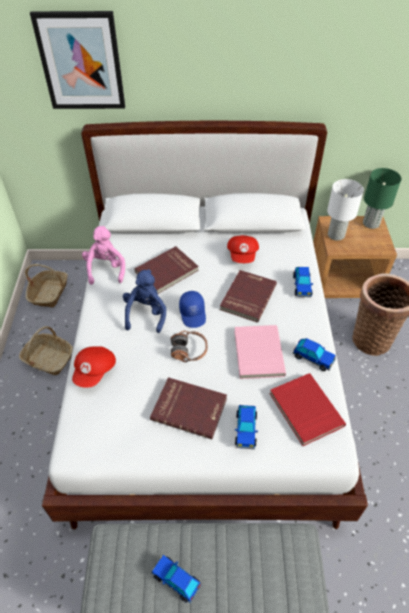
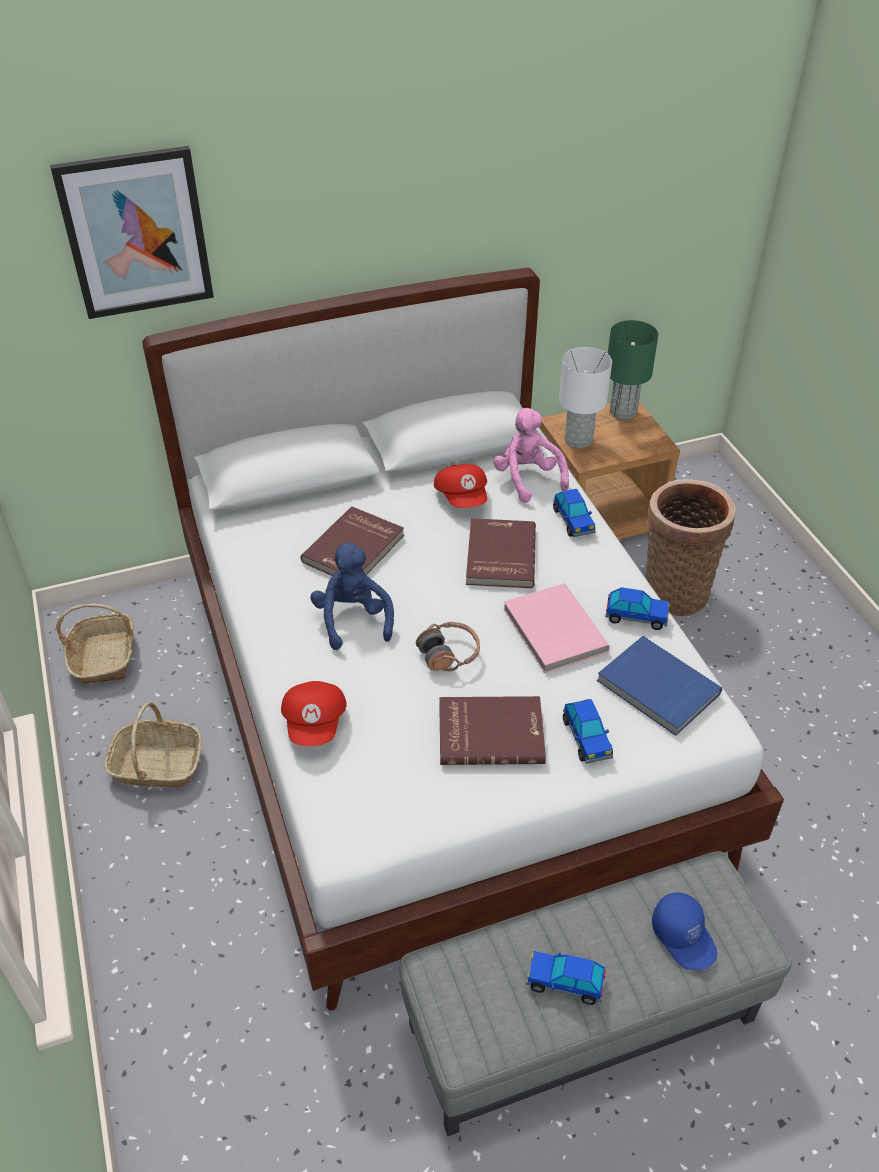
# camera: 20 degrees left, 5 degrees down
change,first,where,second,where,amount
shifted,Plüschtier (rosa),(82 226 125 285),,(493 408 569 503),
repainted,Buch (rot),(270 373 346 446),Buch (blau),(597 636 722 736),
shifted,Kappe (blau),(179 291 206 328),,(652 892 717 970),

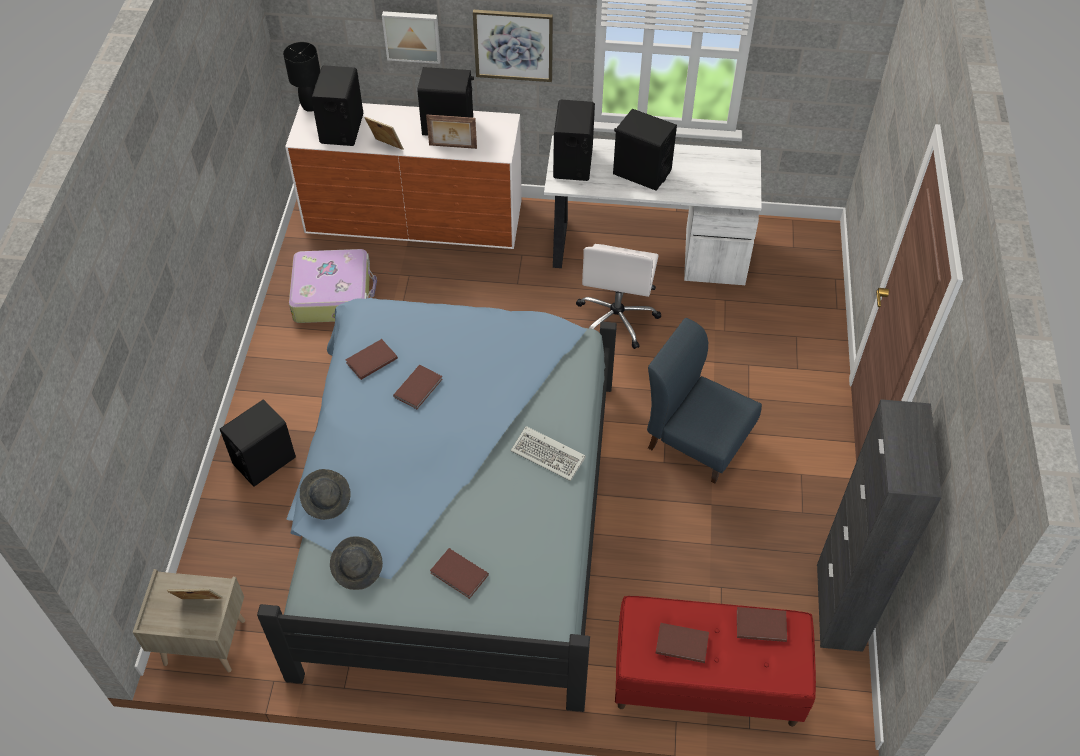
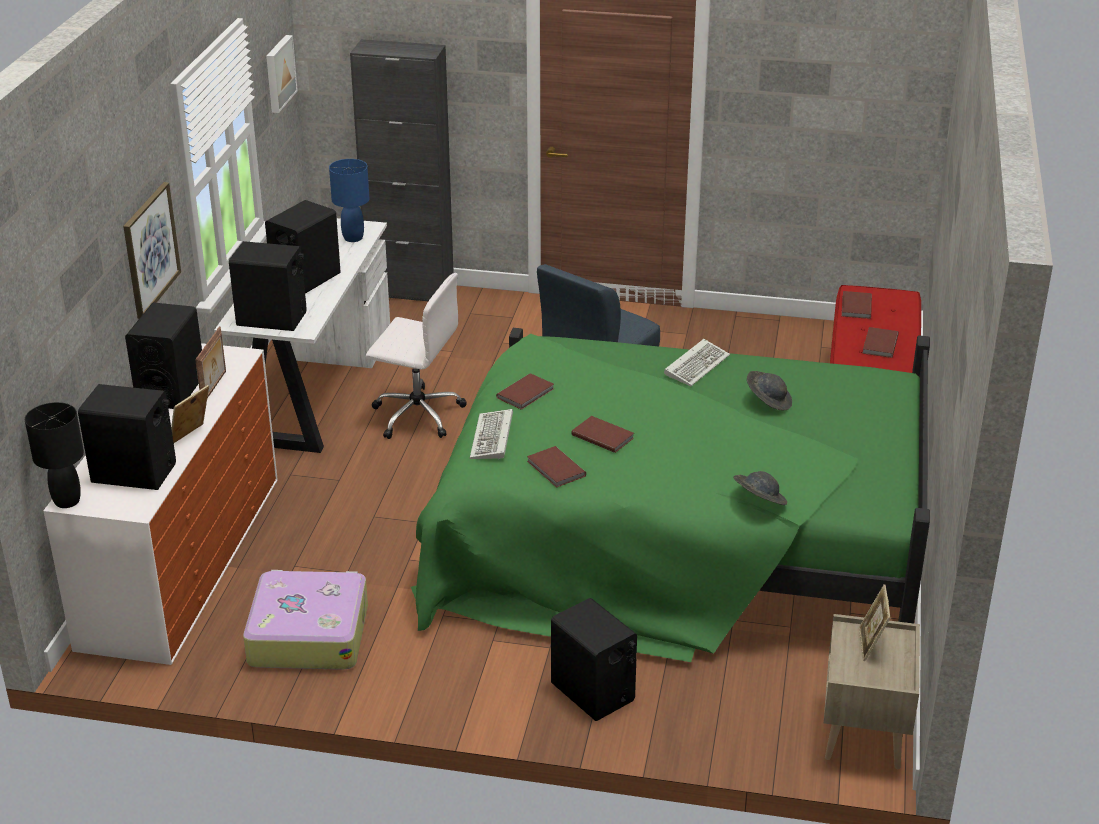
# camera: 85 degrees left, 20 degrees down
change,first,where,second,where,amount
shifted,Bild,(382 11 441 64),,(266 35 298 113),
new,,,Tischlampe (blau),(329 159 370 242),
shifted,Schrank (schwarz),(817 399 942 652),,(350 39 454 301),
repainted,Bett (blau),(257 298 617 712),Bett (grün),(411 328 930 662),
new,,,Tastatur,(470 409 513 460),
shifted,Buch (braun),(430 548 489 599),,(496 373 554 410),
shifted,Hut (grau),(330 536 383 590),,(747 371 792 410),

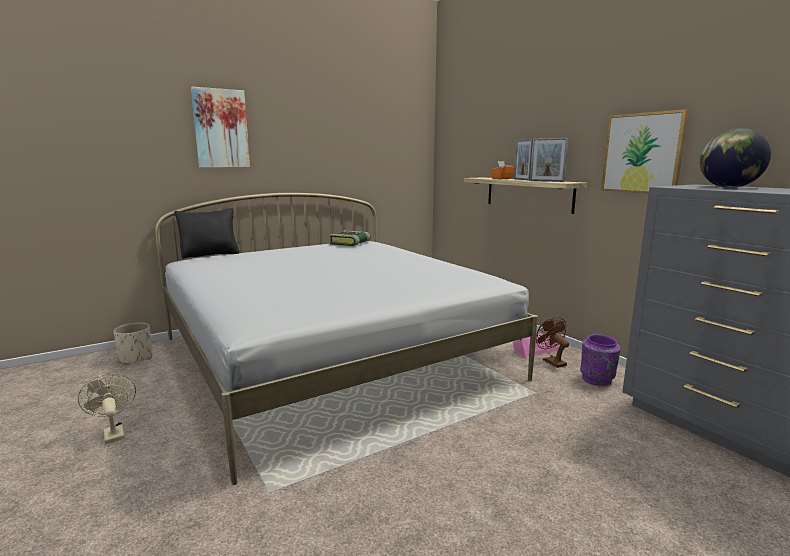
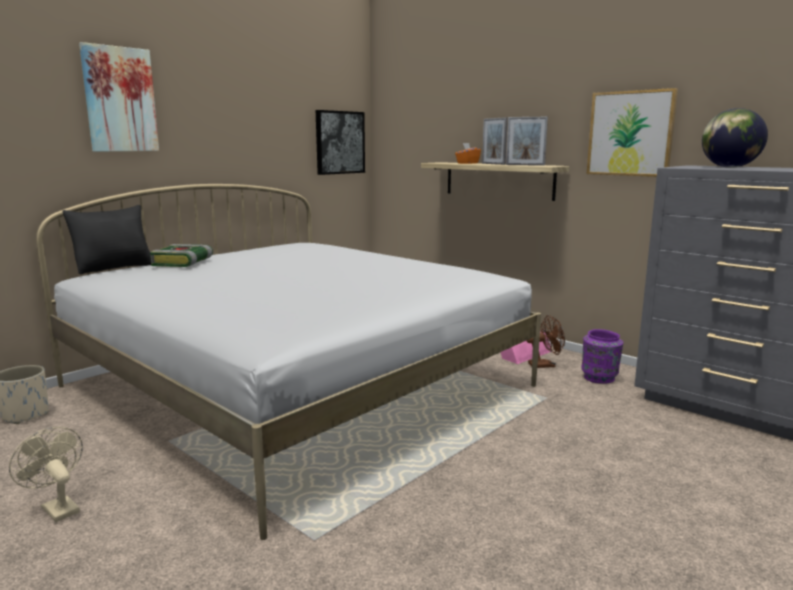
# camera: 15 degrees left, 0 degrees up
change,first,where,second,where,amount
shifted,Buch,(330 230 371 246),,(150 244 213 267),
new,,,Bild,(316 110 365 175),
rotated,Ventilator (braun),(536 317 569 368),,(526 315 565 368),120 degrees clockwise

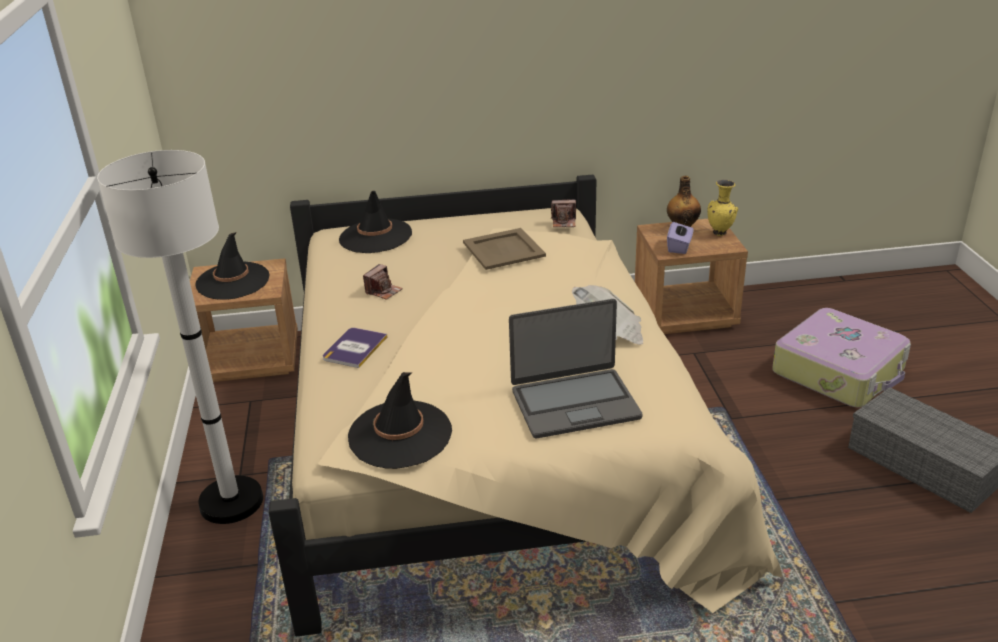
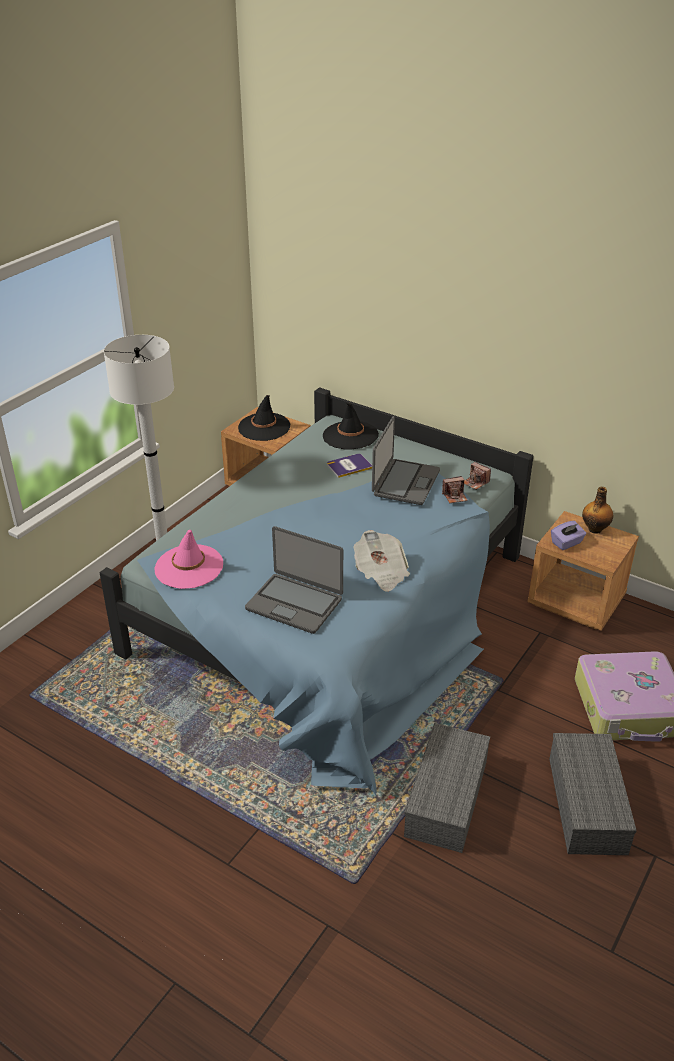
# camera: 40 degrees right, 5 degrees up
change,first,where,second,where,amount
repainted,Bett (beige),(269 175 782 636),Bett (blau),(99 387 533 796),
repainted,Hut (schwarz),(348 372 452 469),Hut (rosa),(155 530 223 589),
shifted,Buch,(323 328 388 368),,(327 454 372 478),
swapped,Tablett (beige),(463 228 546 270),Laptop,(372 416 440 505),
new,,,Aufbewahrungsbox (grau),(404 723 490 853),
shifted,Kamera,(363 264 403 300),,(442 476 468 503),
gone,Vase (gelb),(707 180 738 236),,,

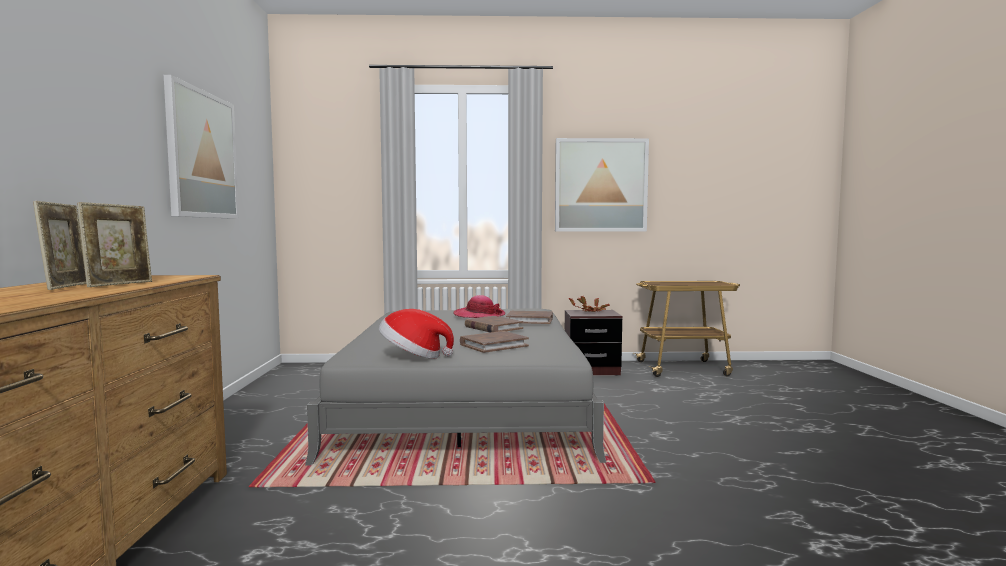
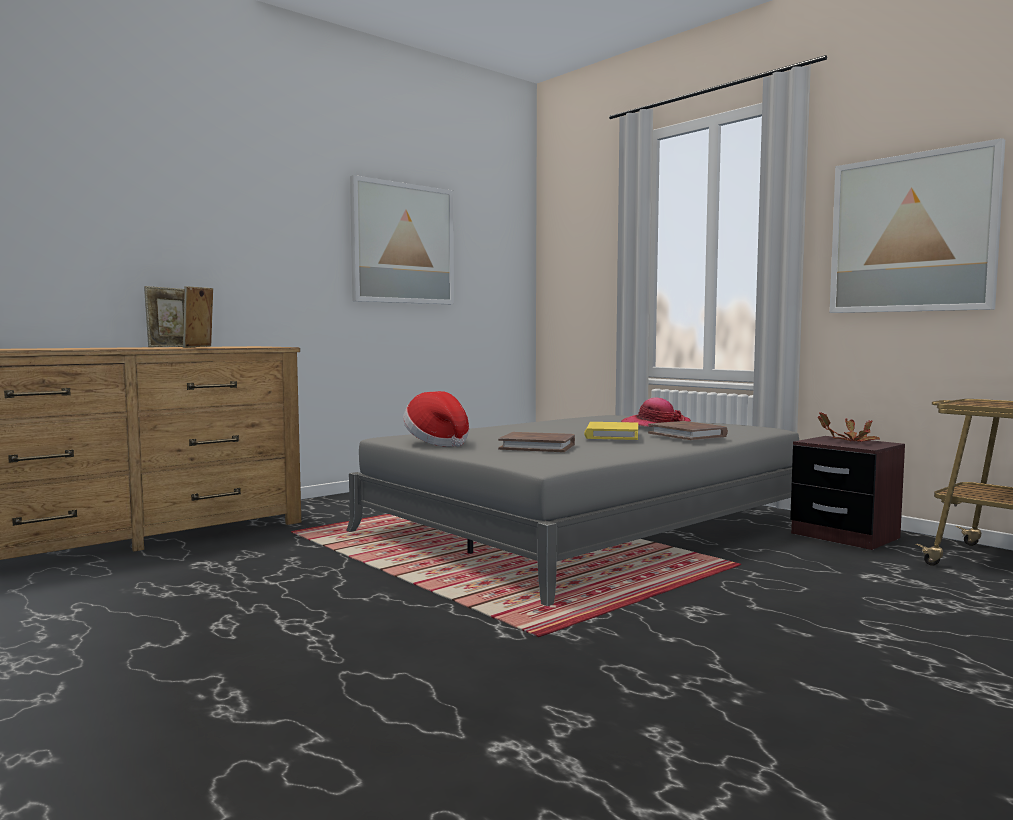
# camera: 50 degrees right, 0 degrees up
change,first,where,second,where,amount
rotated,Bilderrahmen,(77 202 152 287),,(183 286 213 348),120 degrees clockwise
repainted,Buch (braun),(465 316 523 333),Buch (gelb),(584 422 638 440),

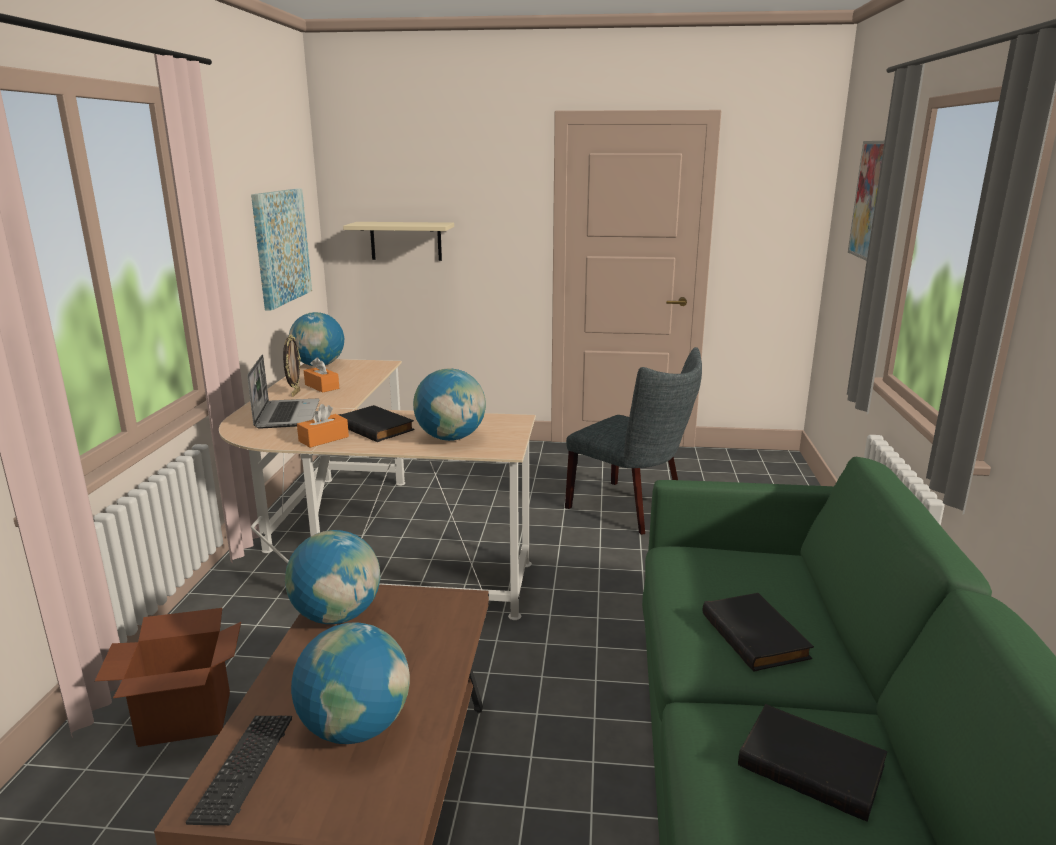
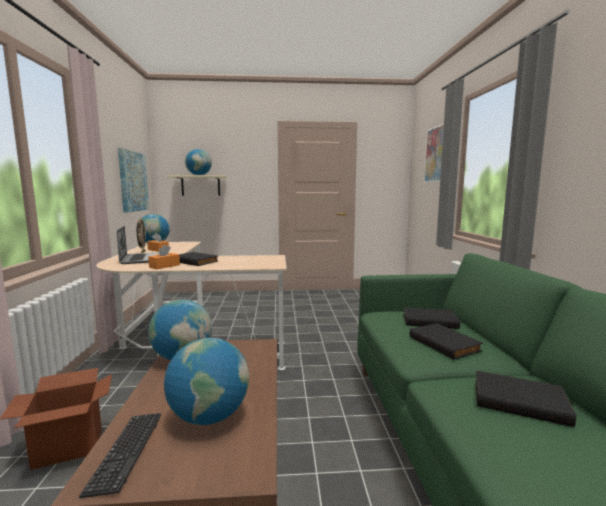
# camera: 10 degrees left, 10 degrees down
change,first,where,second,where,amount
shifted,Globus,(413 368 486 441),,(185 149 212 175),
new,,,Buch (schwarz),(403 307 460 329),
gone,Stuhl (grau),(565 347 702 535),,,

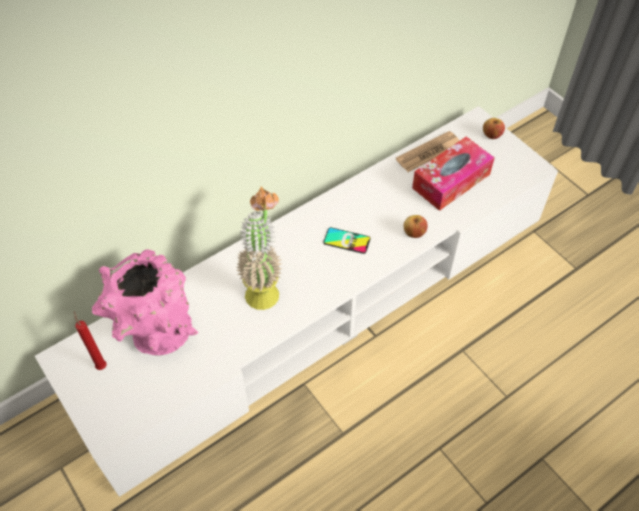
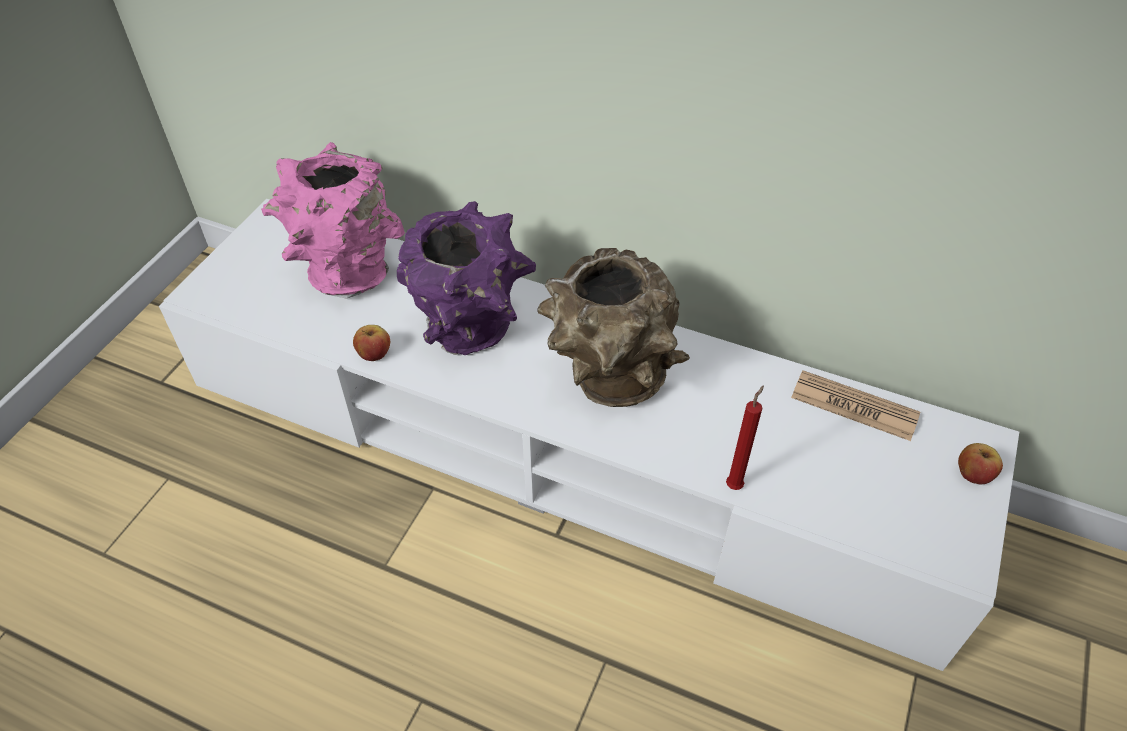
# camera: 60 degrees right, 5 degrees down
change,first,where,second,where,amount
shifted,Apfel,(403 215 427 238),,(353 325 390 361),
swapped,Topfpflanze,(236 187 282 310),Vase (lila),(397 201 536 355),
swapped,Handy,(323 227 371 254),Vase (braun),(537 248 690 407),
shifted,Kerze (rot),(74 312 107 370),,(726 385 764 490),
gone,Taschentuchbox,(412 137 495 211),,,

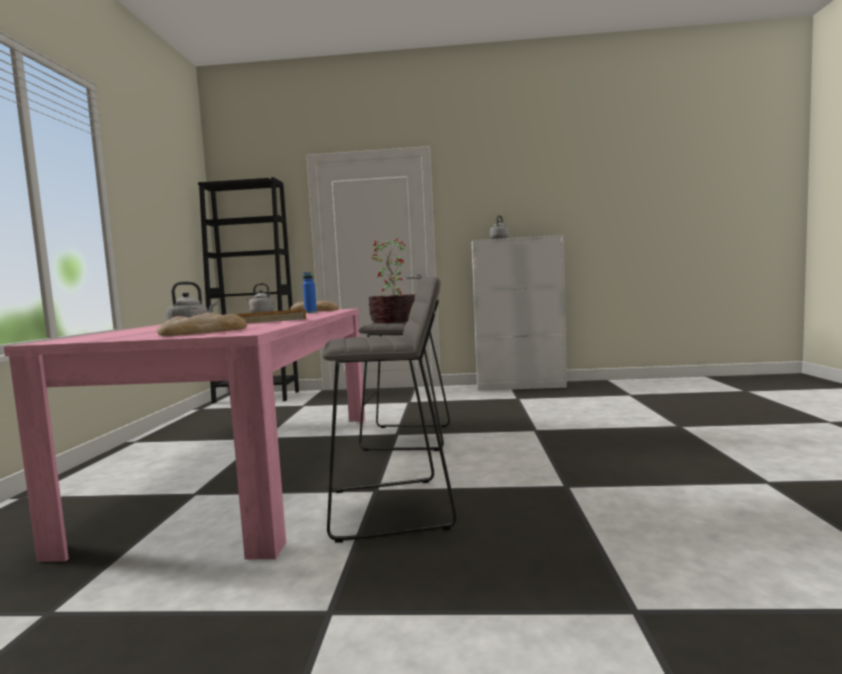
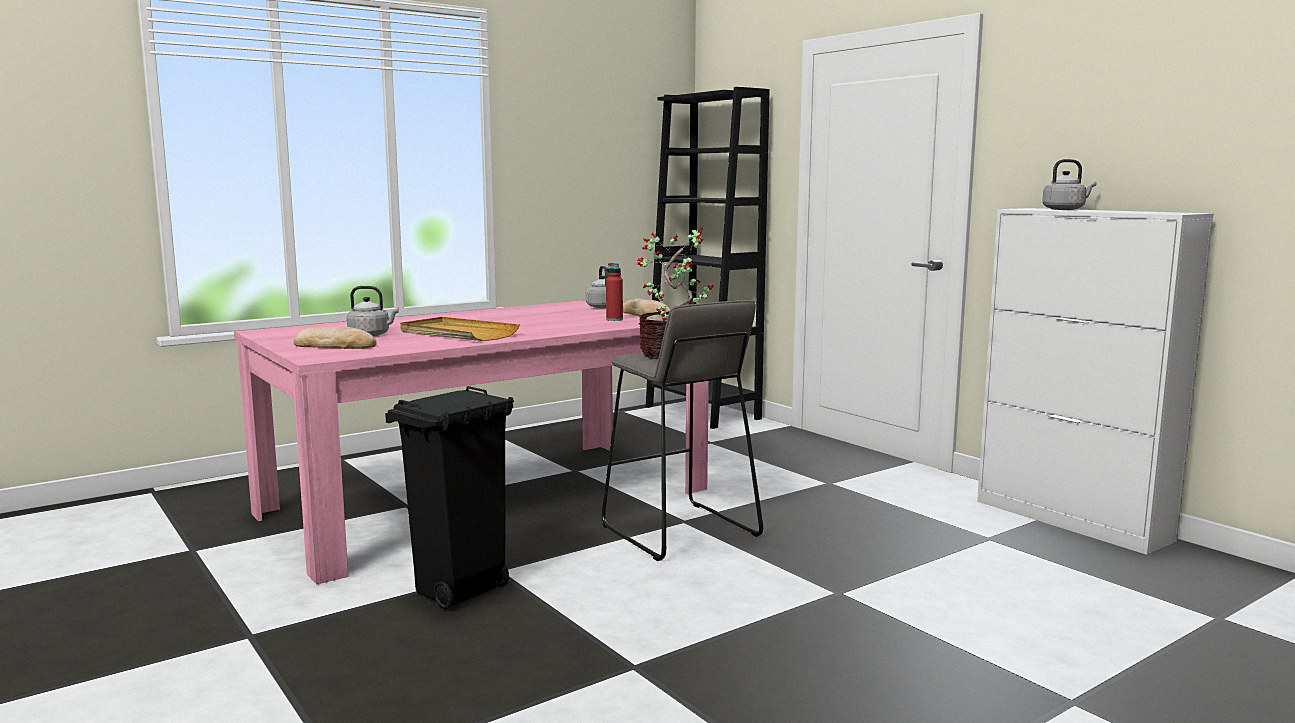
# camera: 50 degrees right, 5 degrees up
change,first,where,second,where,amount
swapped,Hocker (grau),(323 277 457 543),Mülleimer (schwarz),(385 386 514 609),
repainted,Flasche (blau),(303 272 317 313),Flasche (rot),(606 263 623 321),

